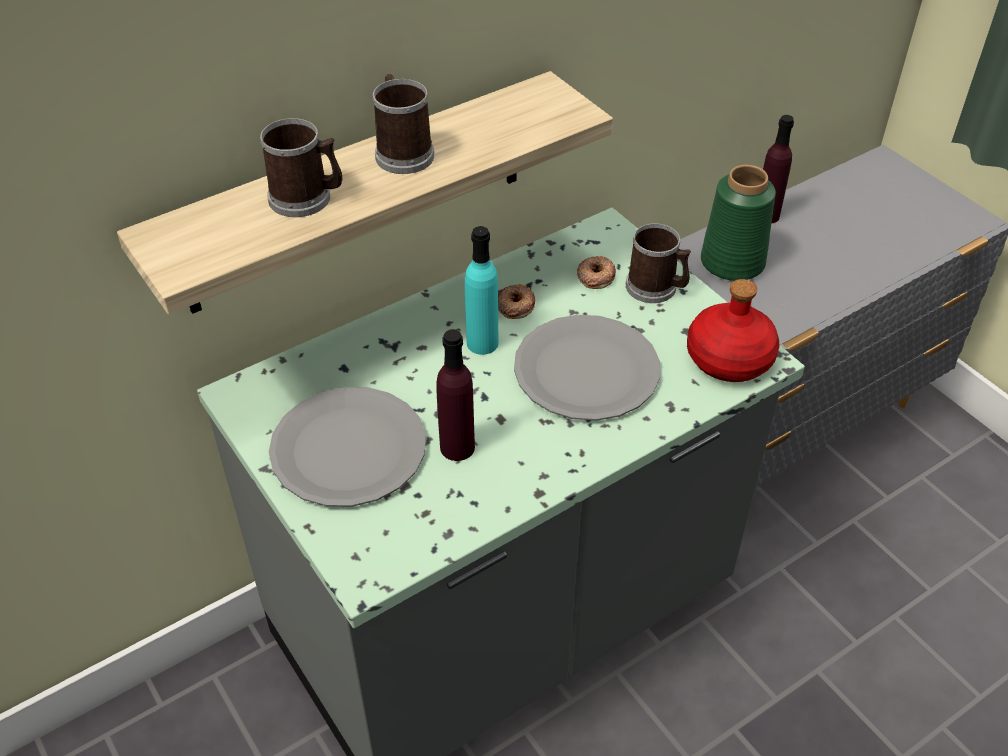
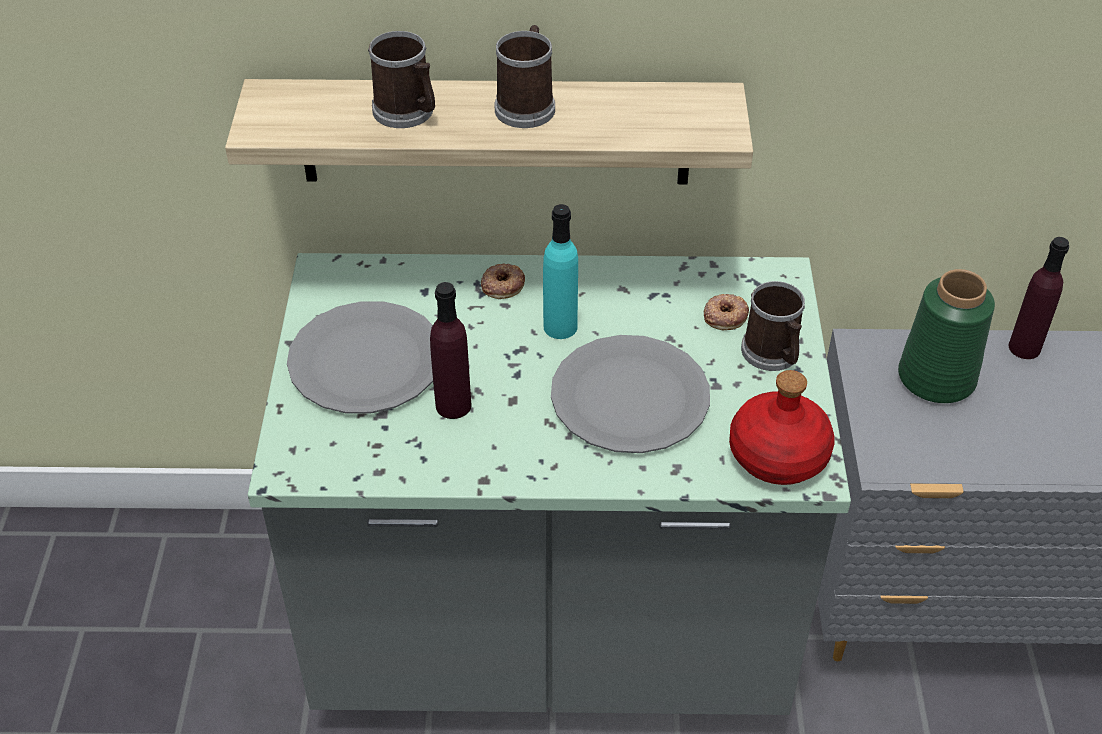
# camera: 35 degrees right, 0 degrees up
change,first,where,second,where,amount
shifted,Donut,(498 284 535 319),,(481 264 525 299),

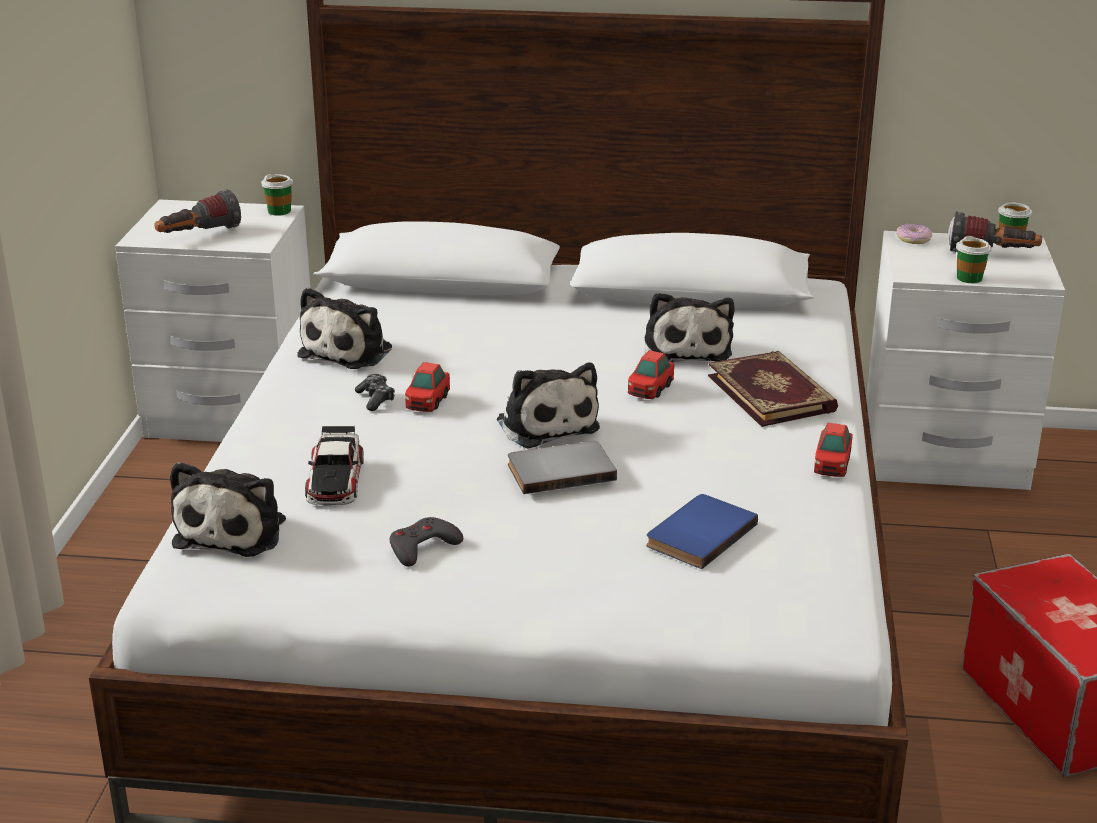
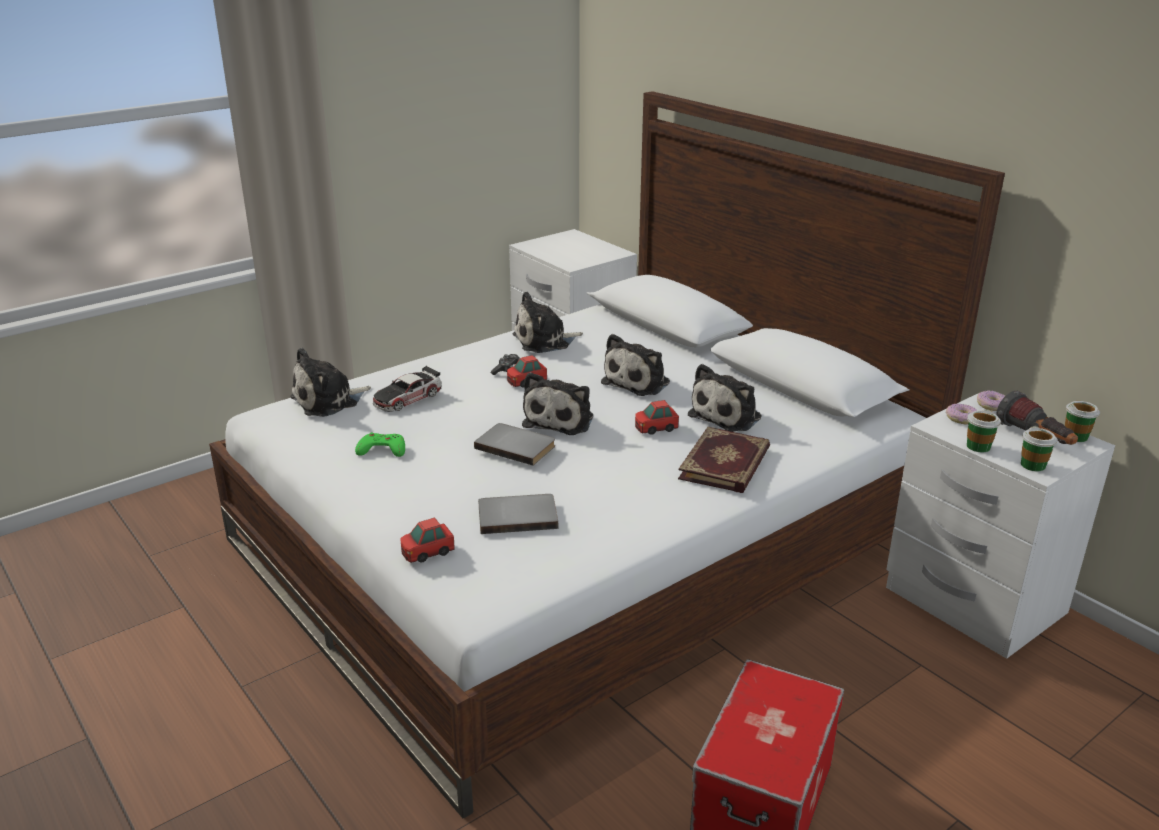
# camera: 45 degrees right, 0 degrees up
change,first,where,second,where,amount
repainted,Gamepad (grau),(389 517 463 567),Gamepad (grün),(355 432 405 457),
shifted,Spielzeugauto,(814 423 853 477),,(400 518 455 563),
repainted,Buch (blau),(646 494 758 569),Buch (grau),(478 494 558 534),
new,,,Plüschtier,(601 334 670 396),
new,,,Donut,(946 403 977 424),
shifted,Tasse,(261 174 293 216),,(1021 426 1058 471),
gone,Taschenlampe,(154 189 241 233),,,

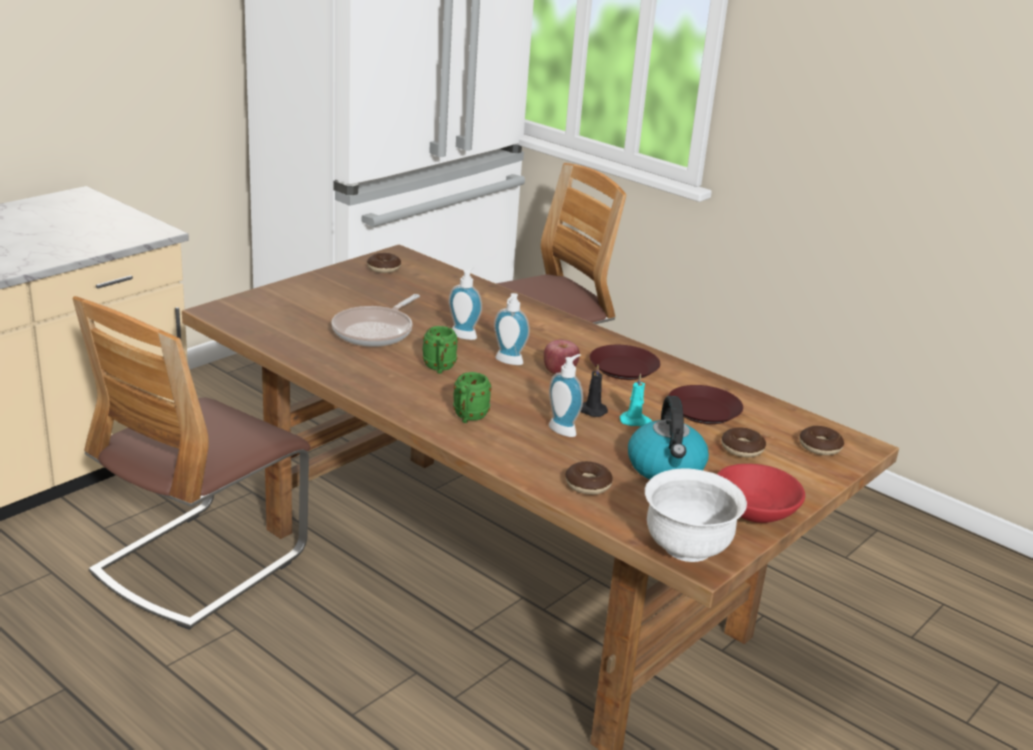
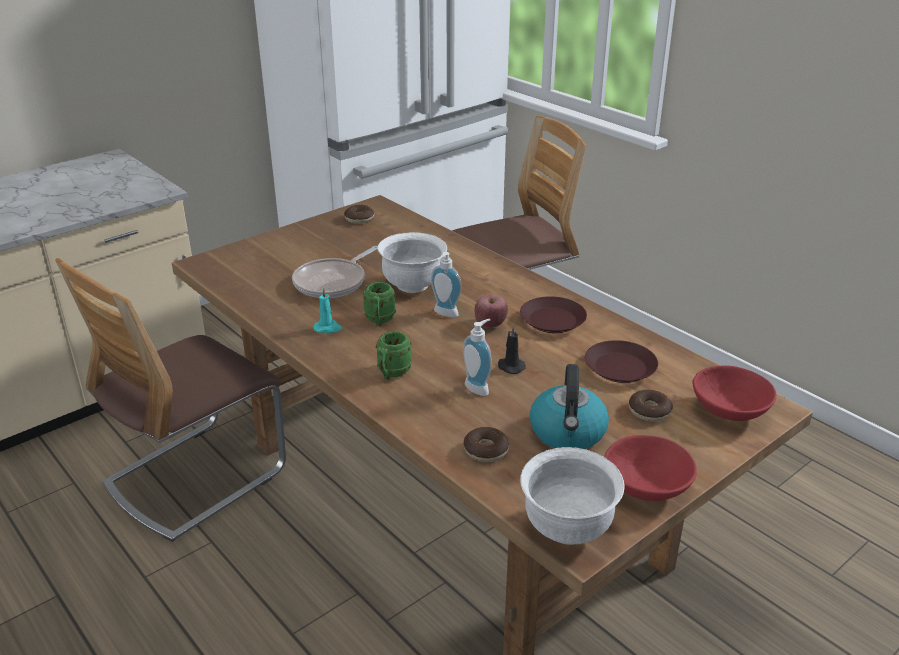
# camera: 10 degrees right, 5 degrees up
change,first,where,second,where,amount
shifted,Kerze (türkis),(620 374 652 426),,(313 288 343 333),
swapped,Seifenspender,(449 267 482 340),Schüssel (weiß),(377 232 447 293),
swapped,Donut,(799 426 844 455),Schüssel (rot),(693 365 777 421),

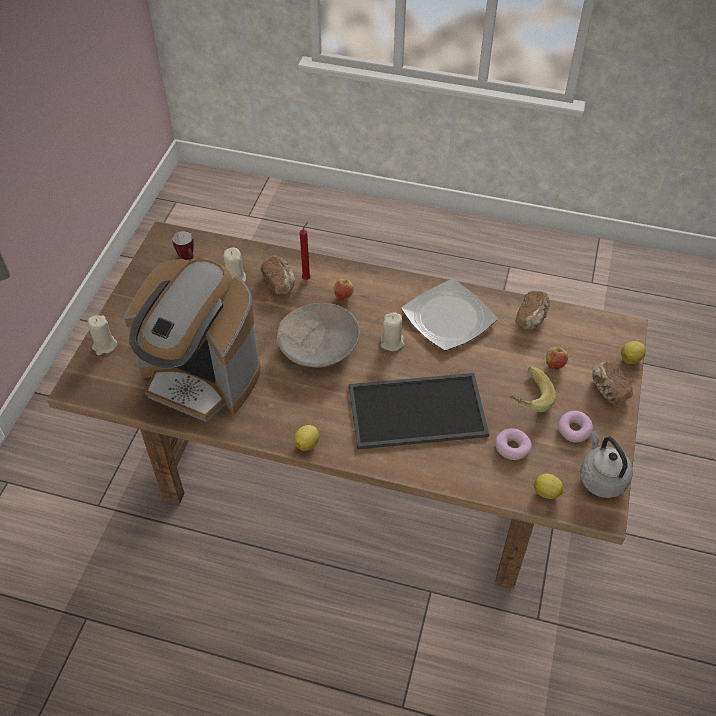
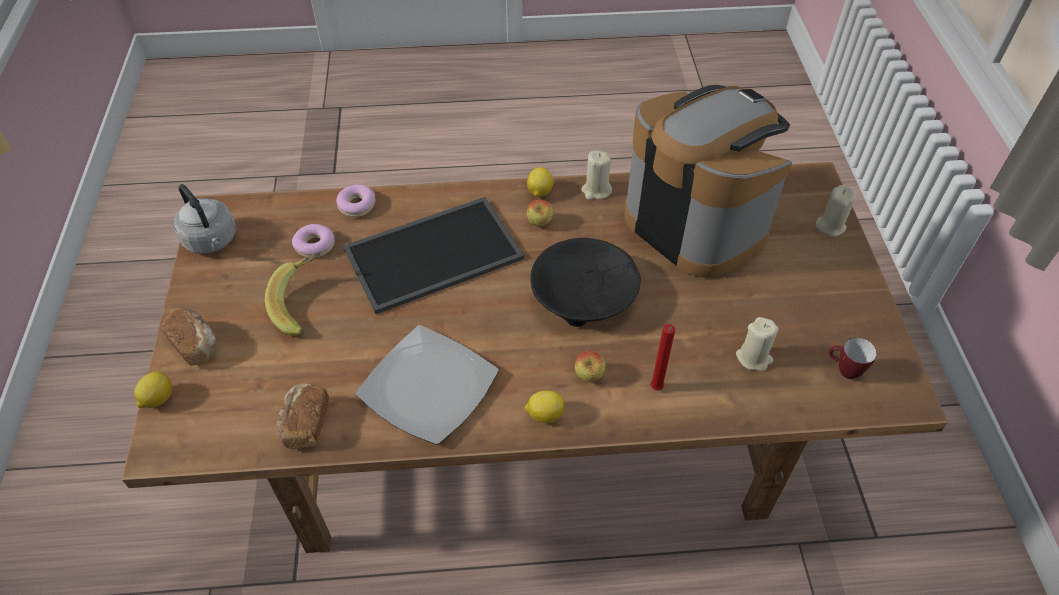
# camera: 160 degrees right, 0 degrees up
change,first,where,second,where,amount
shifted,Donut,(558 411 593 442),,(336 184 376 217),
shifted,Zitrone,(534 474 565 499),,(525 390 565 423),
shifted,Apfel,(546 345 568 370),,(527 199 553 226),
repainted,Schüssel (beige),(277 303 360 368),Schüssel (schwarz),(530 238 641 327),
shifted,Kerze (beige),(380 312 404 351),,(581 150 612 200),
rotated,Kaffeemaschine,(124 259 261 422),,(624 85 792 278),45 degrees clockwise
gone,Brot,(260 255 295 294),,,

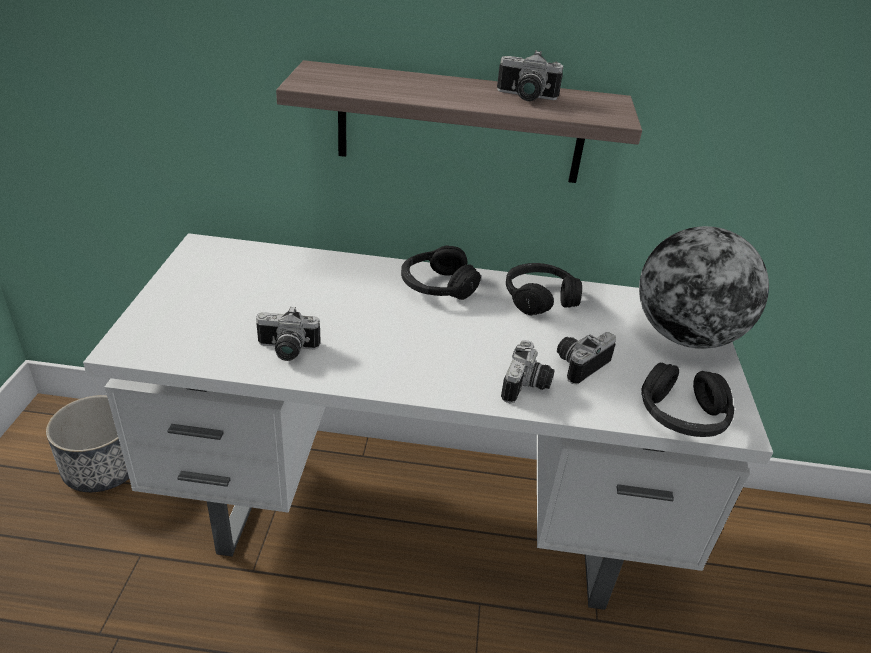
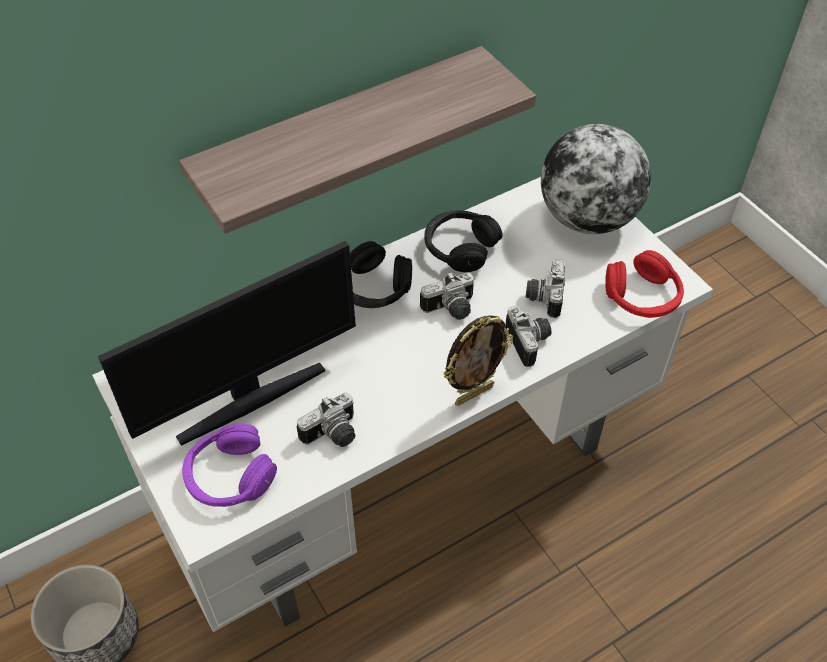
# camera: 35 degrees left, 15 degrees up
change,first,where,second,where,amount
new,,,Monitor,(98 241 356 446),
new,,,Kopfhörer (lila),(182 423 277 507),
shifted,Kamera,(497 50 563 101),,(420 272 474 320),
new,,,Bilderrahmen,(443 315 513 406),
repainted,Kopfhörer (schwarz),(641 363 734 437),Kopfhörer (rot),(605 250 684 318),

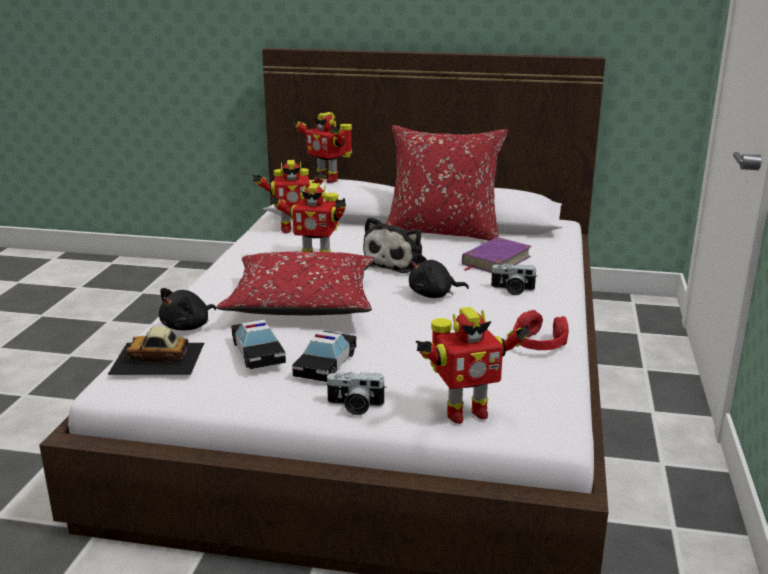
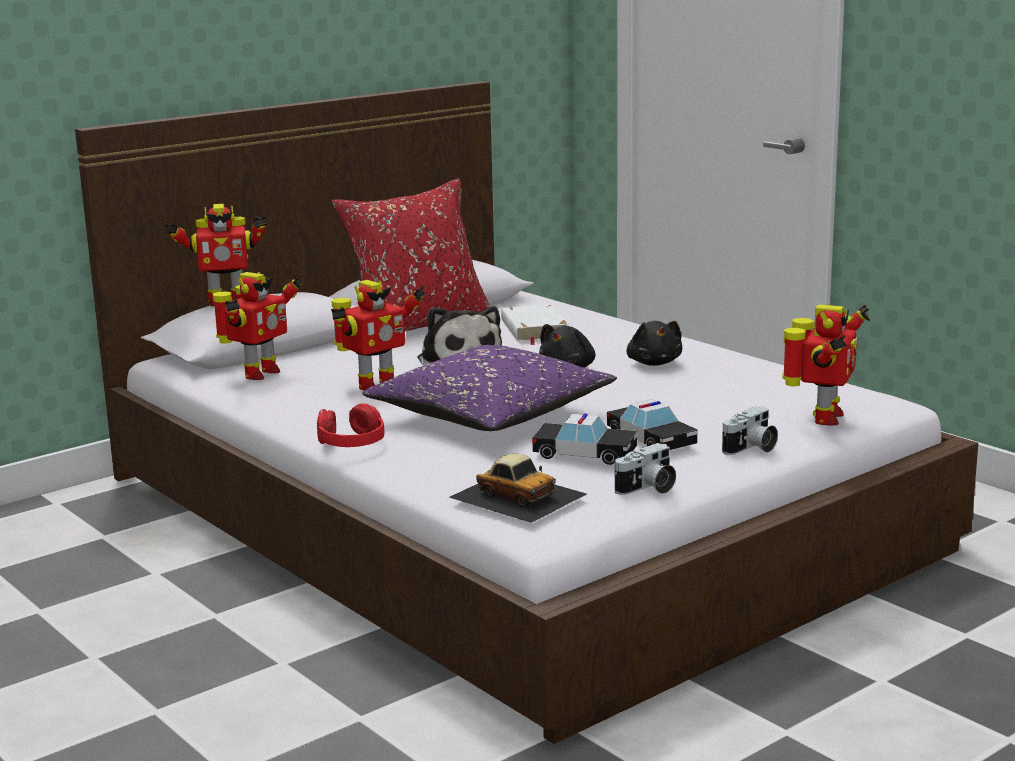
# camera: 50 degrees left, 5 degrees down
change,first,where,second,where,amount
shifted,Kopfhörer (rot),(513 310 569 350),,(317 403 385 447),
repainted,Kissen (rot),(216 252 375 315),Kissen (lila),(363 345 617 431),
rotated,Spielzeugauto,(107 326 204 375),,(449 454 587 523),90 degrees counterclockwise
repainted,Buch (lila),(462 237 532 273),Buch (weiß),(501 304 569 345),
shifted,Kamera,(490 264 537 295),,(614 443 676 495),
shifted,Plüschtier (schwarz),(159 288 216 330),,(626 321 682 366),

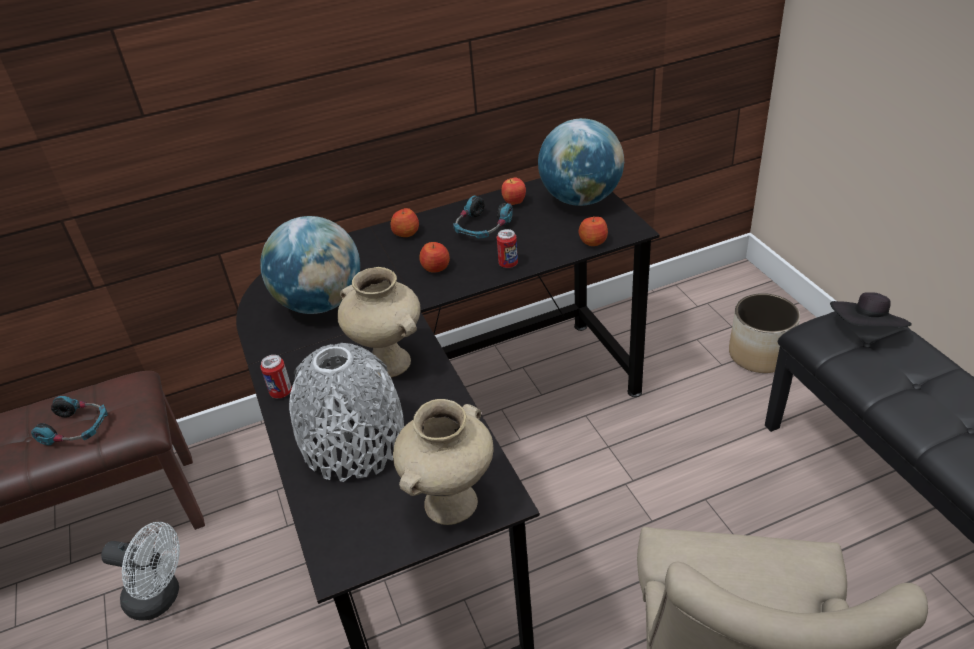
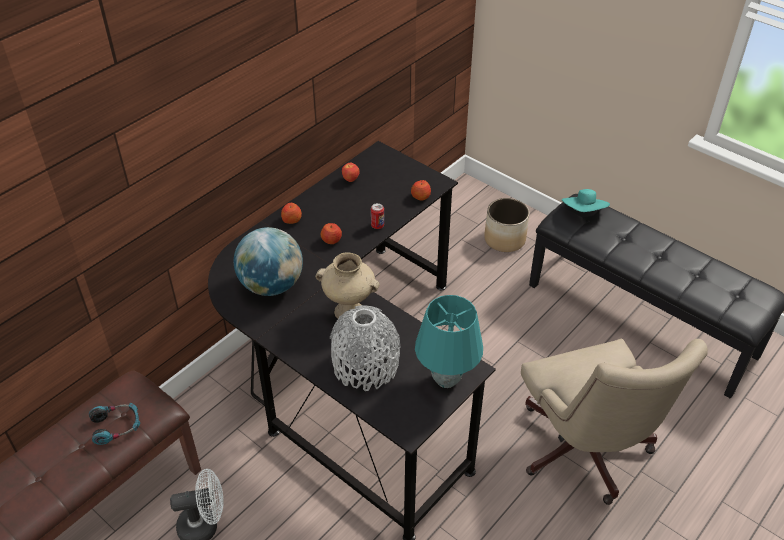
# camera: 30 degrees left, 5 degrees up
change,first,where,second,where,amount
swapped,Vase (beige),(393 399 494 525),Tischlampe (türkis),(415 295 483 388),
repainted,Hut (schwarz),(830 292 912 328),Hut (türkis),(562 189 610 212),
gone,Dose,(260 355 292 398),,,
gone,Kopfhörer,(453 195 513 239),,,
gone,Globus,(538 118 624 206),,,

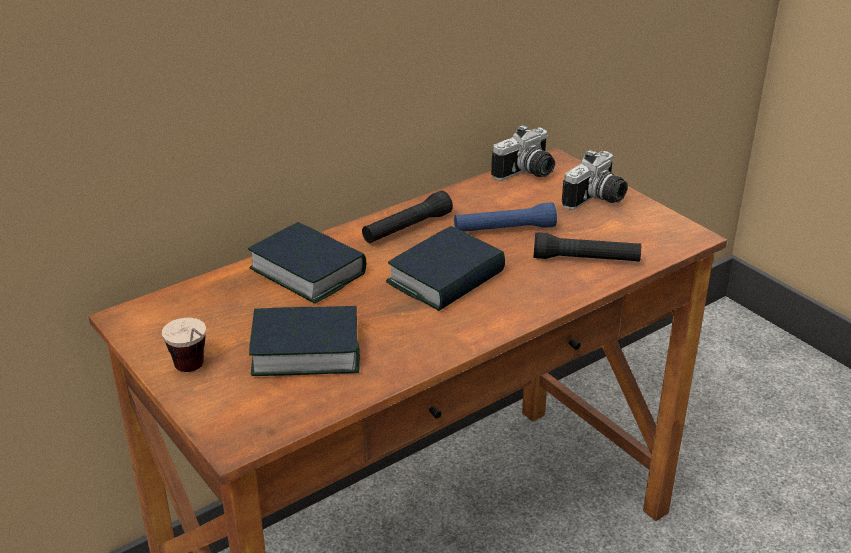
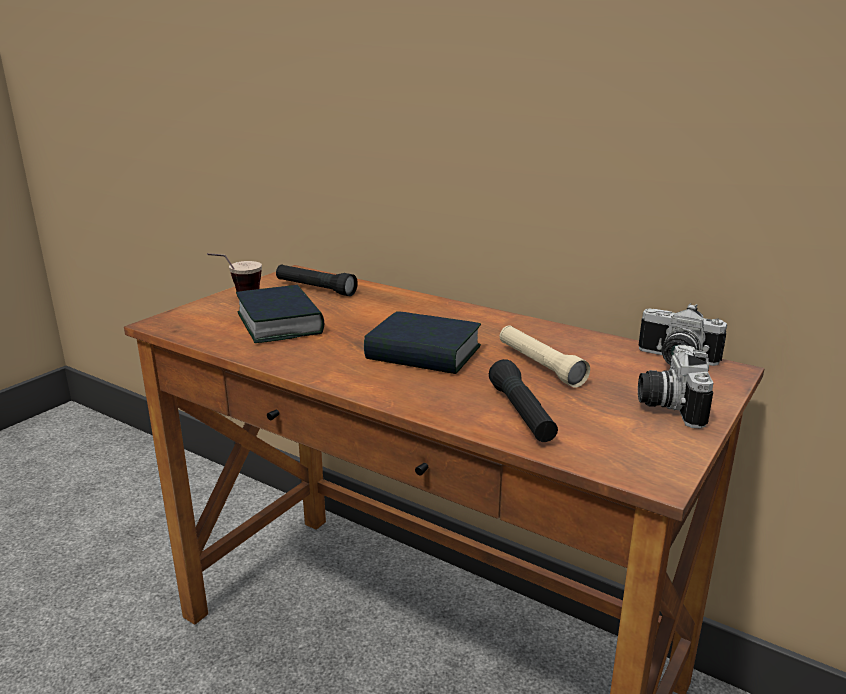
# camera: 70 degrees right, 10 degrees down
change,first,where,second,where,amount
shifted,Taschenlampe (schwarz),(362 191 453 243),,(276 264 358 296),
repainted,Taschenlampe (blau),(454 203 557 232),Taschenlampe (beige),(500 326 590 388),
rotated,Kamera,(562 150 628 210),,(638 345 714 428),75 degrees clockwise
gone,Buch,(248 222 366 304),,,

